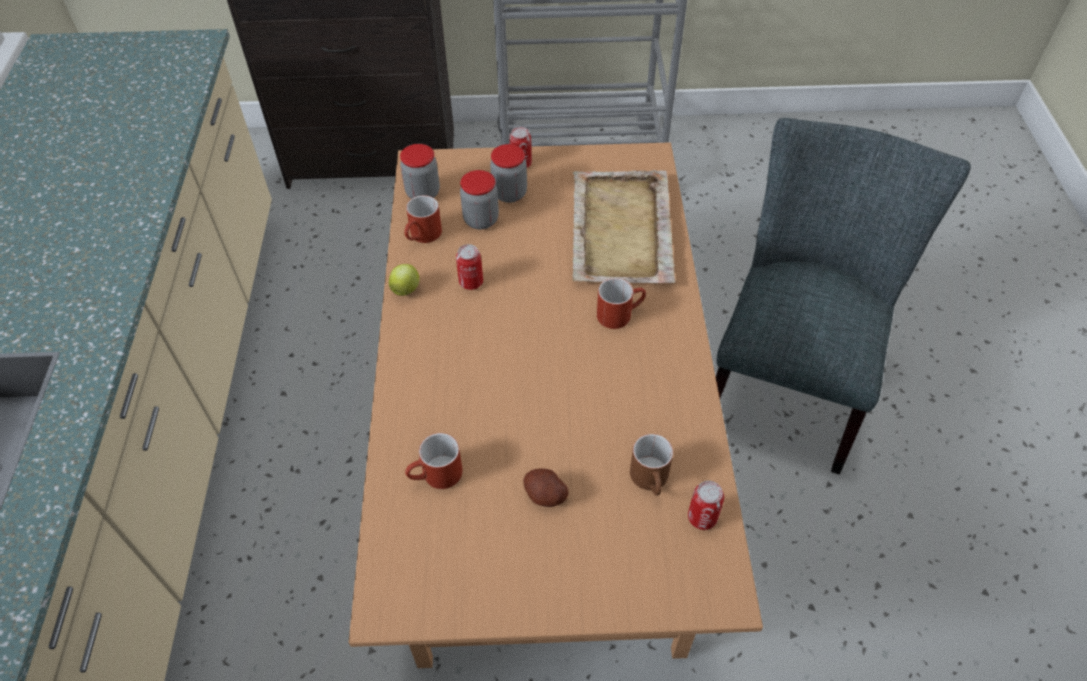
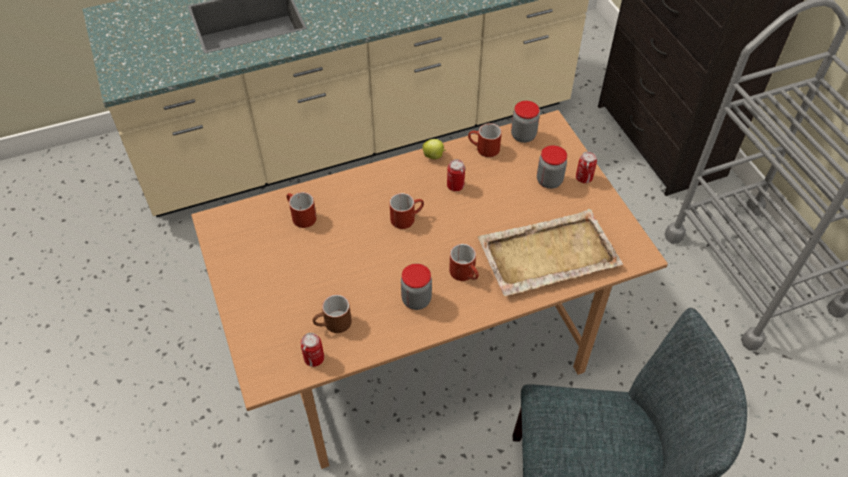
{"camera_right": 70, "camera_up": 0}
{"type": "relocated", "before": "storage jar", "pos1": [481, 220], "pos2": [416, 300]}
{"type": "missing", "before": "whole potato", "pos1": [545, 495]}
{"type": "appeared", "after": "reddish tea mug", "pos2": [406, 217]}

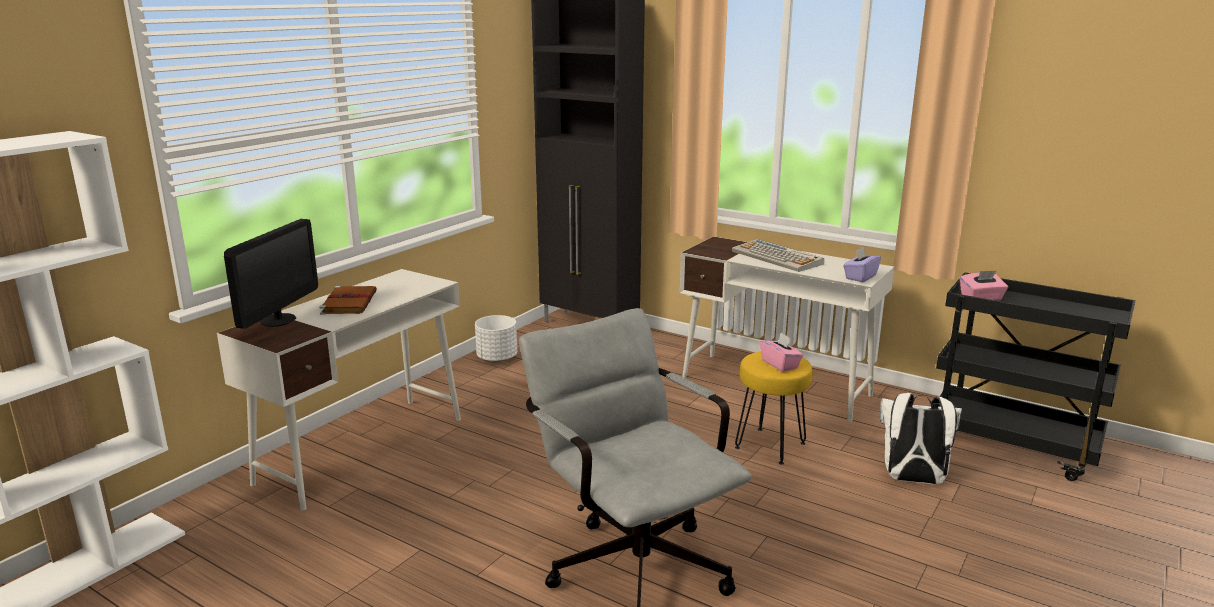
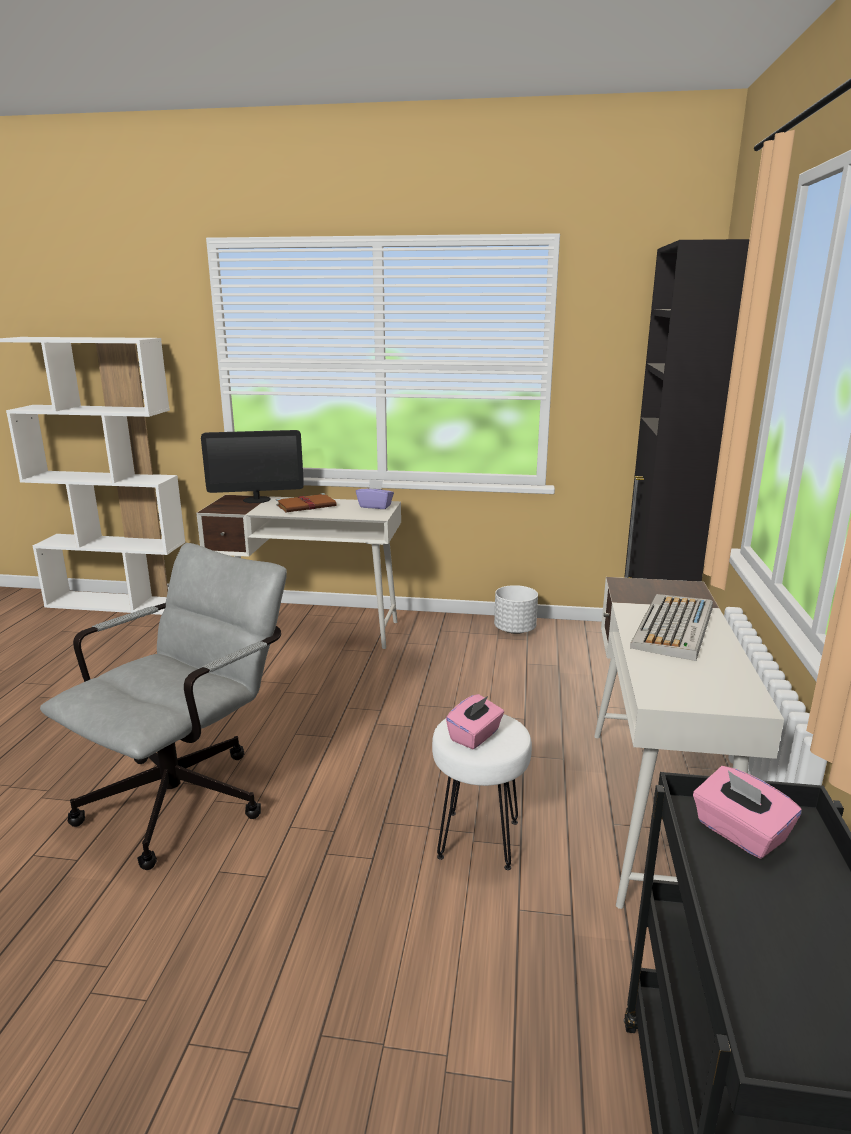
{"camera_right": 65, "camera_up": 0}
{"type": "colour", "before": "yellow stool seat", "after": "whitish stool seat", "pos1": [769, 445], "pos2": [478, 838]}
{"type": "relocated", "before": "purple-coloured box of tissues", "pos1": [860, 277], "pos2": [375, 506]}
{"type": "missing", "before": "whitish backpack", "pos1": [912, 480]}

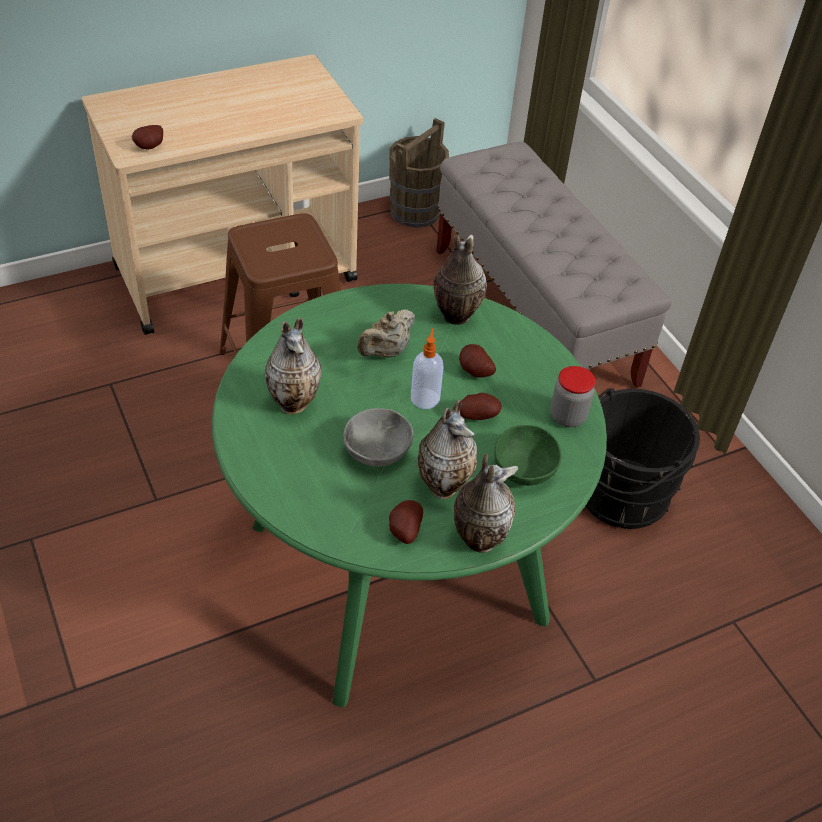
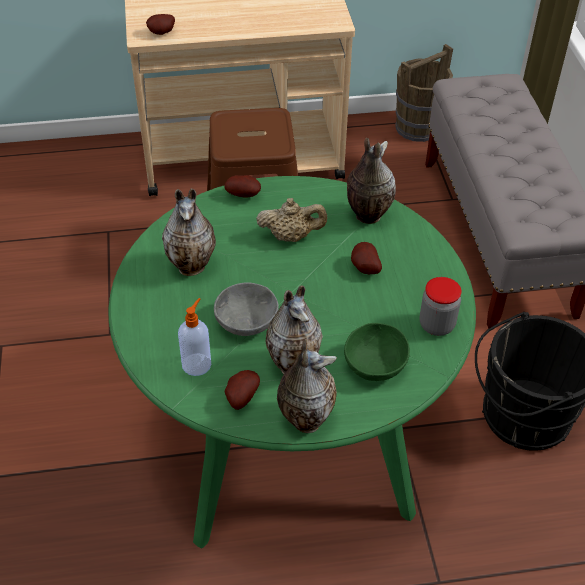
{"camera_right": 20, "camera_up": 0}
{"type": "spun", "before": "beige teapot", "pos1": [386, 352], "pos2": [291, 236], "turn": -150}
{"type": "relocated", "before": "soap bottle", "pos1": [425, 398], "pos2": [197, 363]}
{"type": "relocated", "before": "whole potato", "pos1": [478, 416], "pos2": [244, 195]}

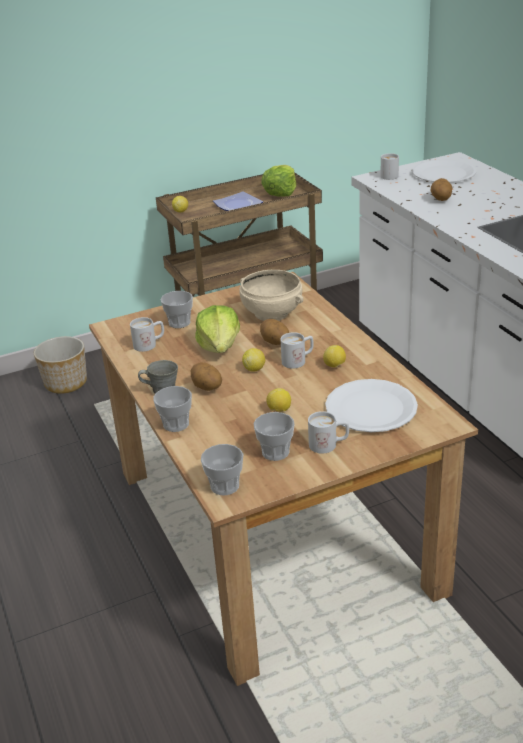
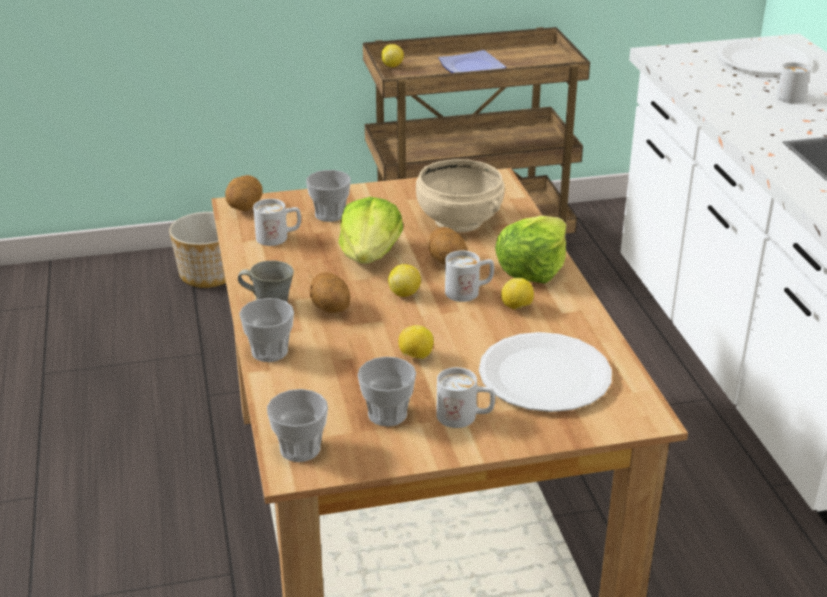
{"camera_right": 10, "camera_up": 0}
{"type": "relocated", "before": "lettuce head", "pos1": [280, 192], "pos2": [532, 269]}
{"type": "relocated", "before": "whitish tea mug", "pos1": [387, 175], "pos2": [788, 95]}
{"type": "relocated", "before": "whole potato", "pos1": [440, 199], "pos2": [244, 208]}

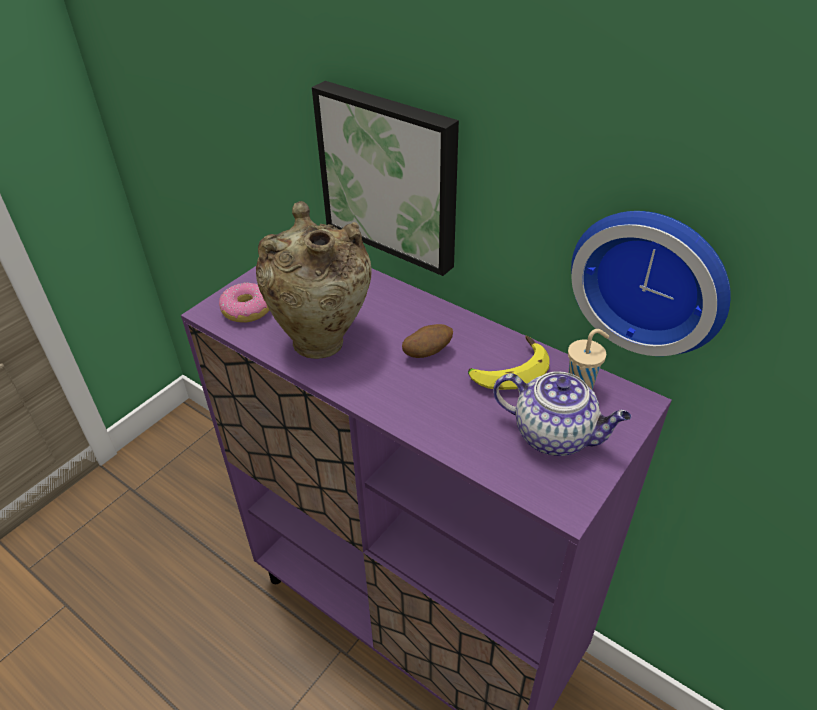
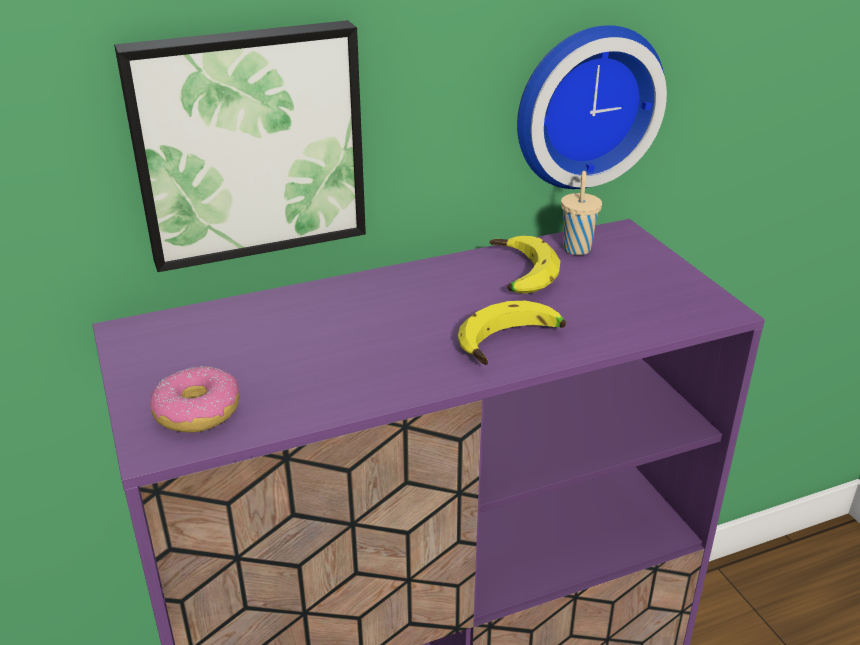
{"camera_right": -60, "camera_up": -10}
{"type": "missing", "before": "beige vase", "pos1": [322, 340]}
{"type": "missing", "before": "whole potato", "pos1": [427, 353]}
{"type": "missing", "before": "teapot", "pos1": [555, 435]}
{"type": "appeared", "after": "banana", "pos2": [513, 345]}

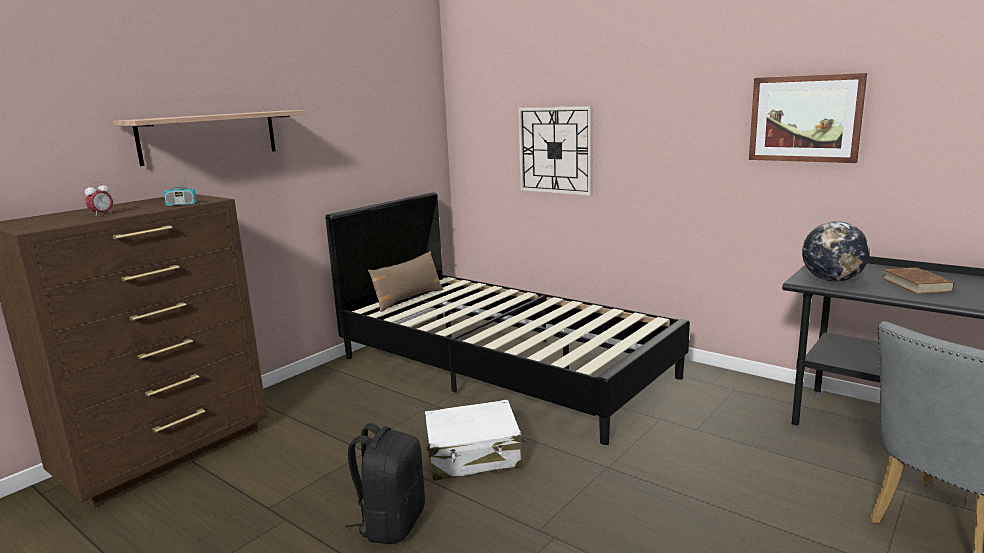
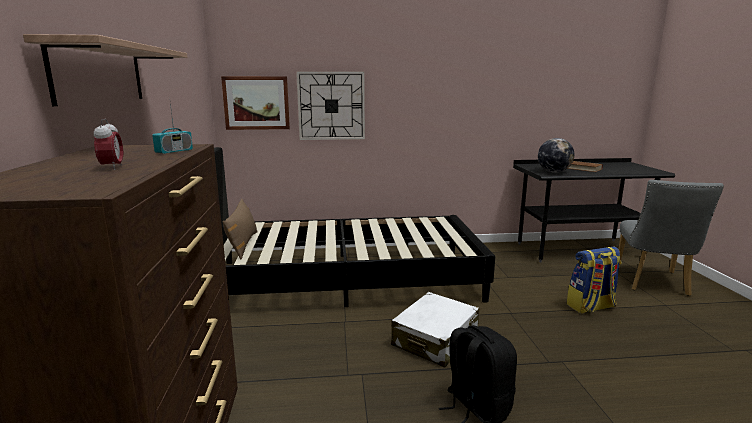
{"camera_right": -45, "camera_up": 0}
{"type": "relocated", "before": "picture", "pos1": [805, 118], "pos2": [256, 103]}
{"type": "appeared", "after": "backpack", "pos2": [591, 307]}

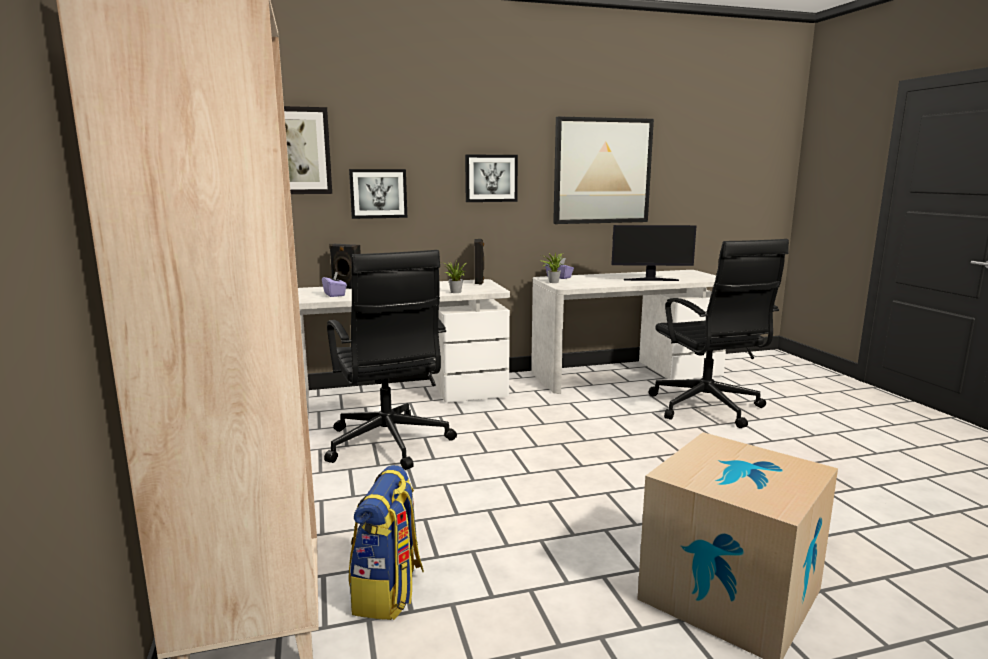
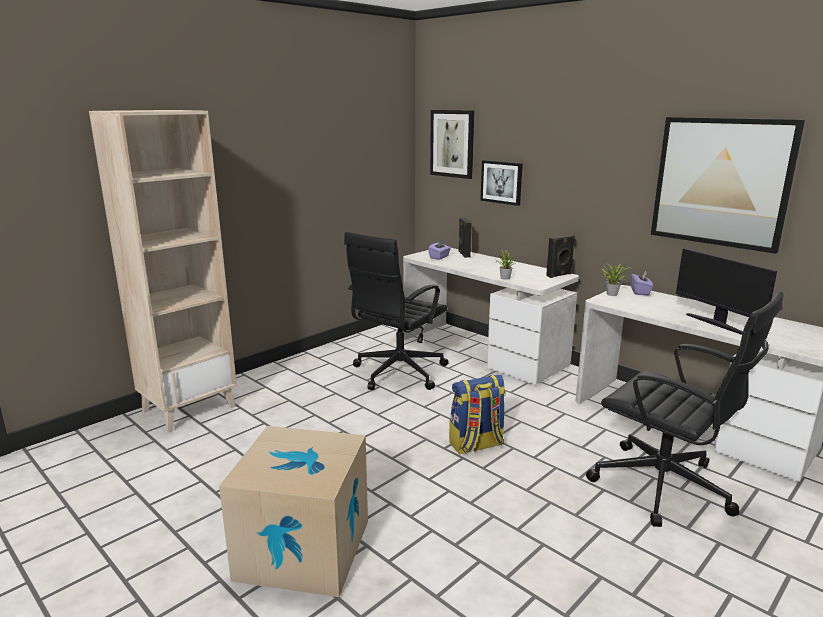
{"camera_right": 60, "camera_up": 5}
{"type": "relocated", "before": "backpack", "pos1": [388, 592], "pos2": [476, 445]}
{"type": "missing", "before": "picture", "pos1": [491, 178]}
{"type": "spun", "before": "black-coloured desk chair", "pos1": [707, 408], "pos2": [665, 487], "turn": -90}

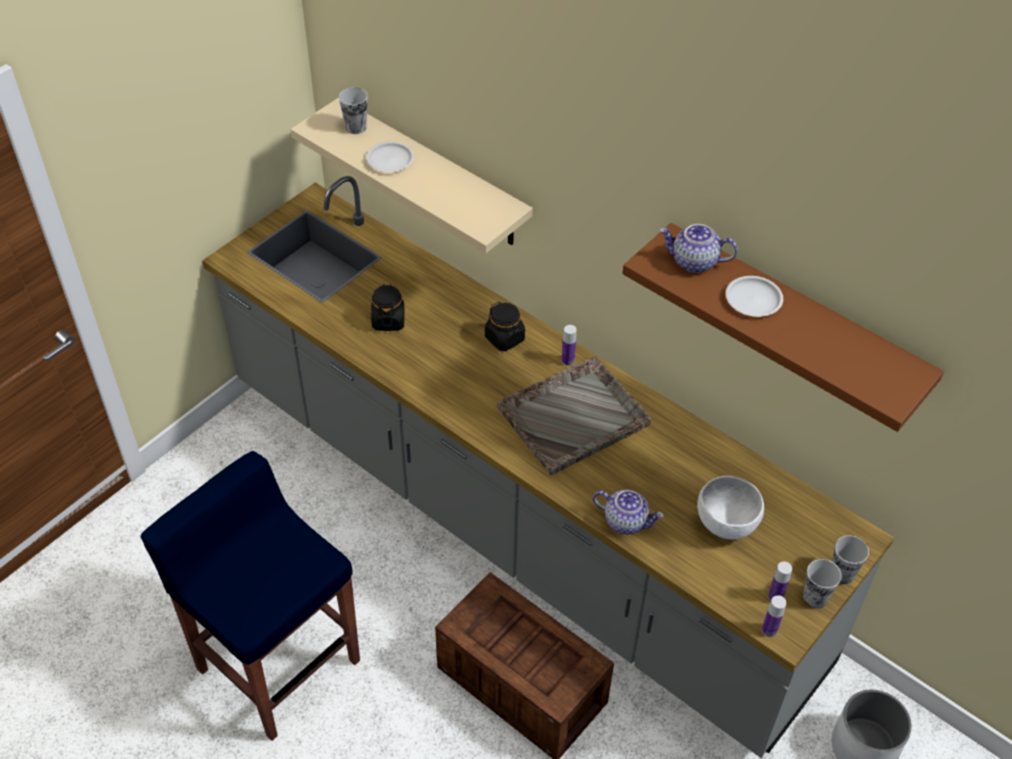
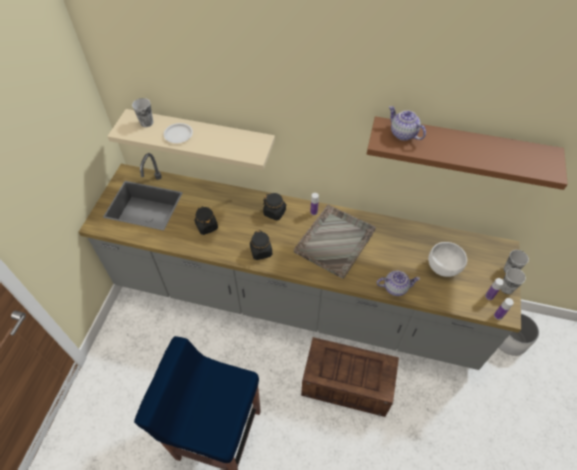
{"camera_right": -25, "camera_up": 5}
{"type": "spun", "before": "teapot", "pos1": [694, 262], "pos2": [403, 134], "turn": 60}
{"type": "missing", "before": "whitish plate", "pos1": [753, 299]}
{"type": "appeared", "after": "black-coloured storage jar", "pos2": [261, 251]}

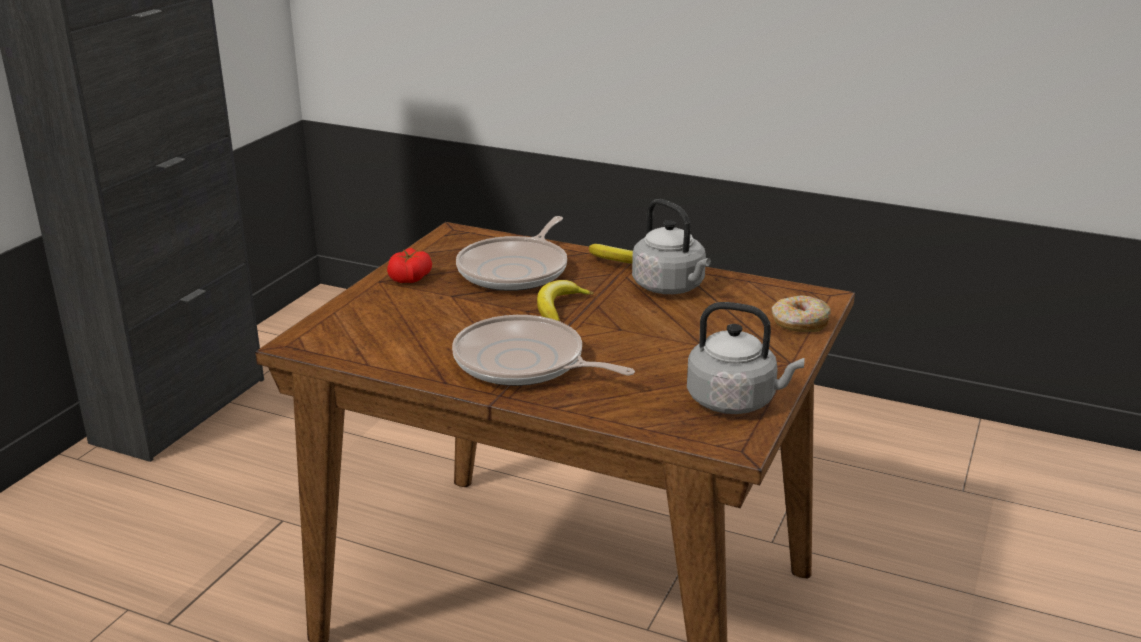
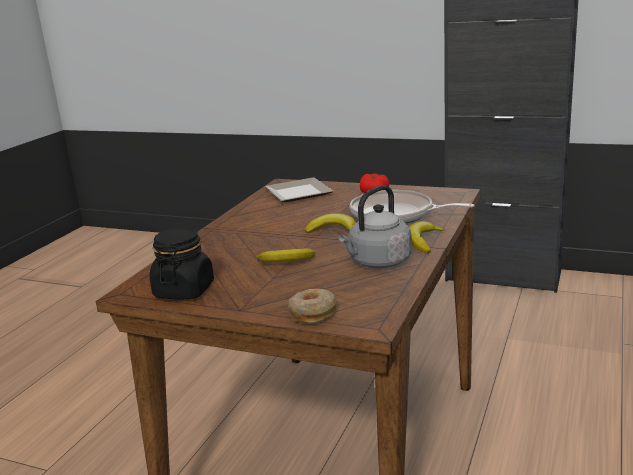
{"camera_right": 90, "camera_up": -5}
{"type": "missing", "before": "pan", "pos1": [524, 363]}
{"type": "exchanged", "before": "gray water kettle", "after": "black-coloured storage jar", "pos1": [735, 401], "pos2": [184, 290]}
{"type": "appeared", "after": "banana", "pos2": [286, 262]}
{"type": "appeared", "after": "plate", "pos2": [300, 192]}

